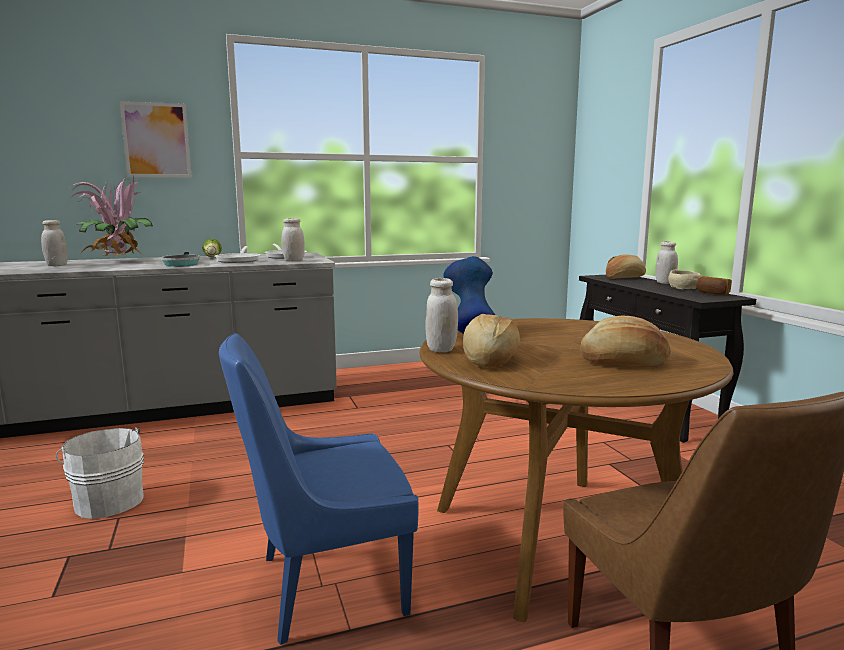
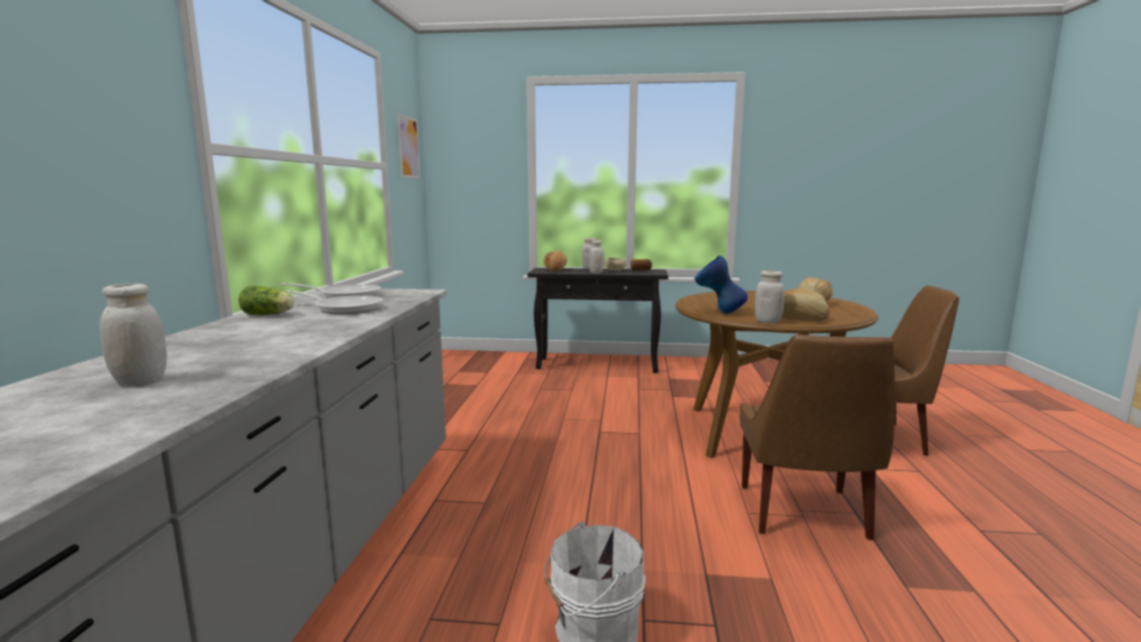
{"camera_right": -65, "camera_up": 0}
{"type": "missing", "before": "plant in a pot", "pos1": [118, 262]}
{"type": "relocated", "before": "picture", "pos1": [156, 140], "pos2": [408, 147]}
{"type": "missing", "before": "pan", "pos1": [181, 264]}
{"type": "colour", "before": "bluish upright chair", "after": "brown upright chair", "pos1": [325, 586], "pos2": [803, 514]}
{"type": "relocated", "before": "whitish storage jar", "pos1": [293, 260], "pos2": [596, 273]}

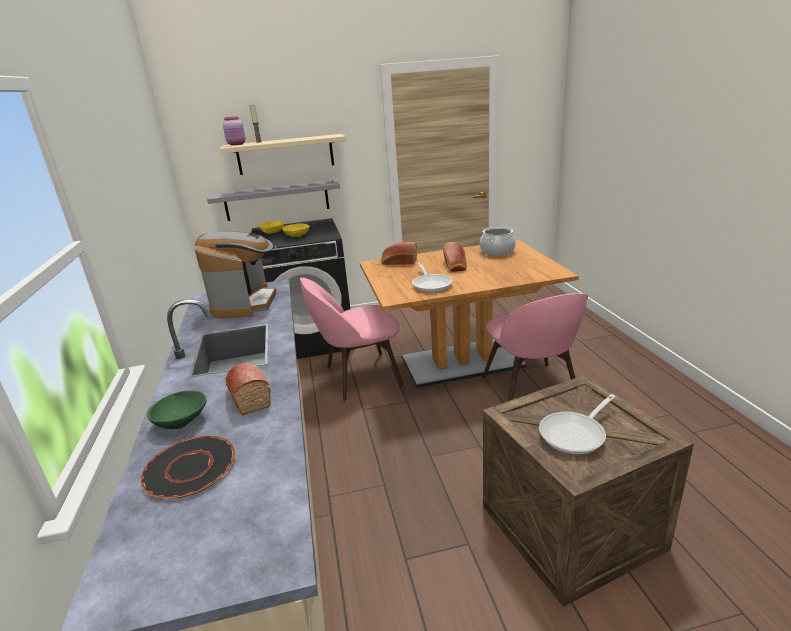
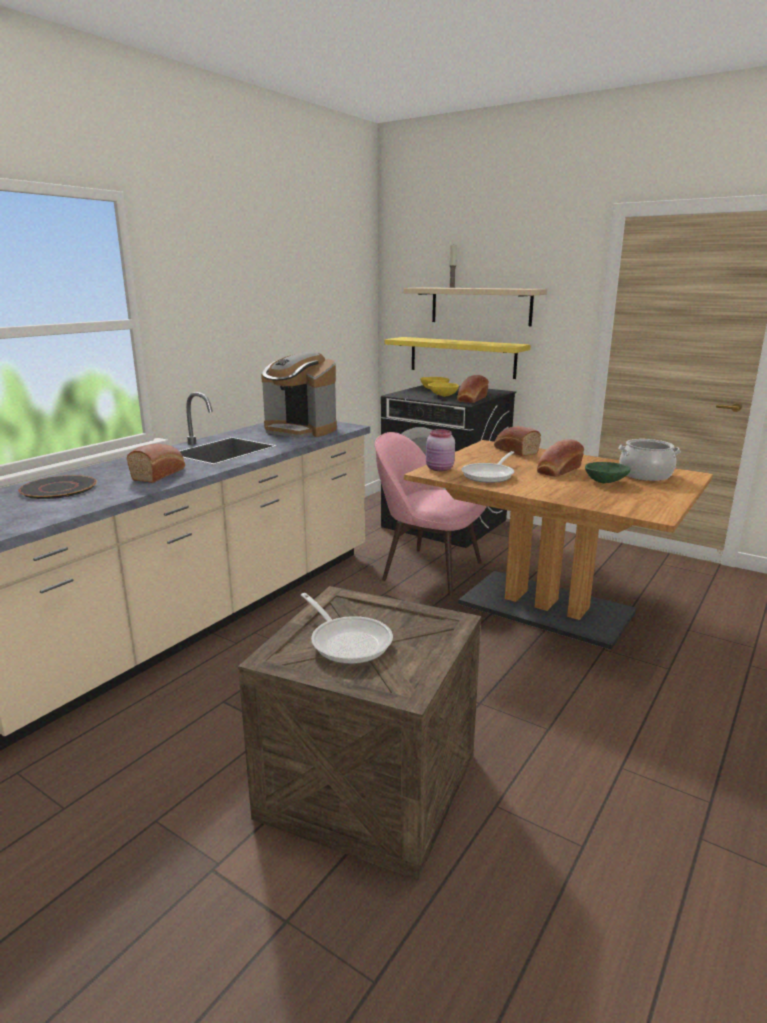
{"camera_right": 45, "camera_up": -5}
{"type": "relocated", "before": "greenish bowl", "pos1": [183, 421], "pos2": [606, 482]}
{"type": "spun", "before": "coffee brewer", "pos1": [245, 303], "pos2": [300, 430], "turn": 75}
{"type": "colour", "before": "gray bracket shelf", "after": "yellow bracket shelf", "pos1": [277, 200], "pos2": [462, 357]}
{"type": "relocated", "before": "pink storage jar", "pos1": [237, 144], "pos2": [440, 469]}
{"type": "missing", "before": "pink upright chair", "pos1": [530, 389]}
{"type": "spun", "before": "pan", "pos1": [576, 434], "pos2": [348, 641], "turn": -135}
{"type": "appeared", "after": "bread", "pos2": [471, 399]}

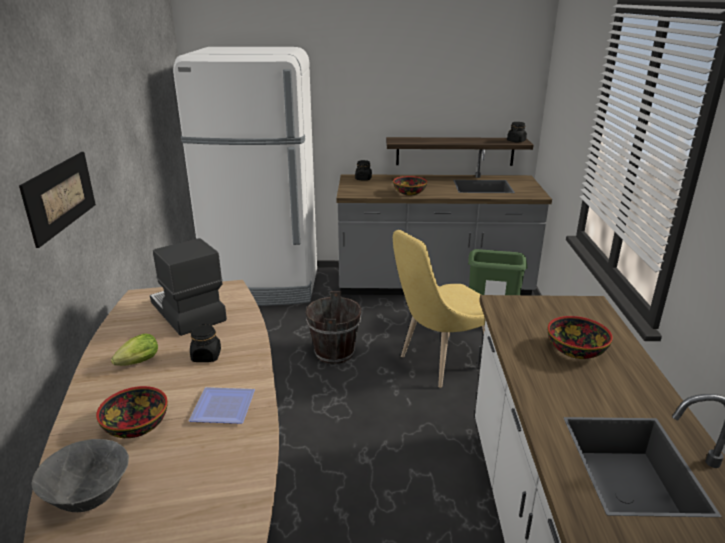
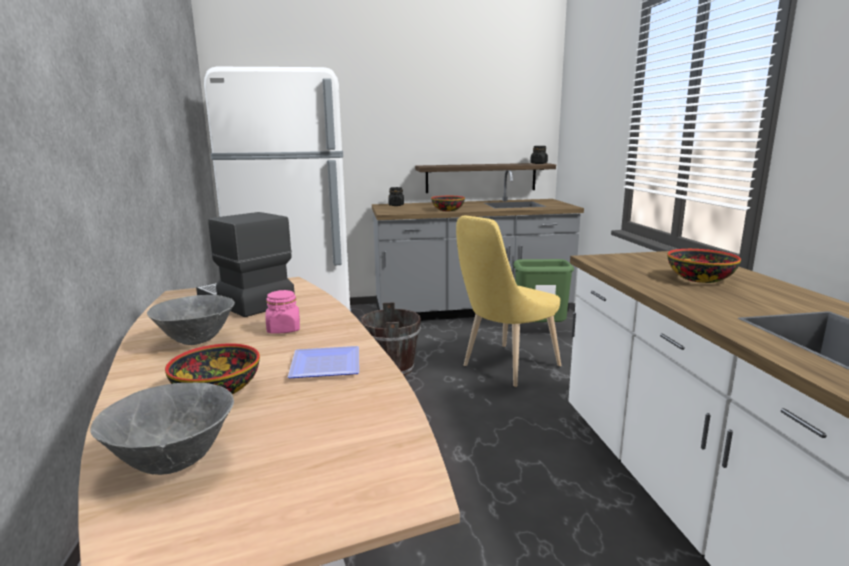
{"camera_right": -10, "camera_up": -10}
{"type": "missing", "before": "picture", "pos1": [60, 196]}
{"type": "exchanged", "before": "lettuce head", "after": "gray bowl", "pos1": [136, 363], "pos2": [197, 341]}
{"type": "colour", "before": "black-coloured storage jar", "after": "pink storage jar", "pos1": [206, 356], "pos2": [284, 329]}

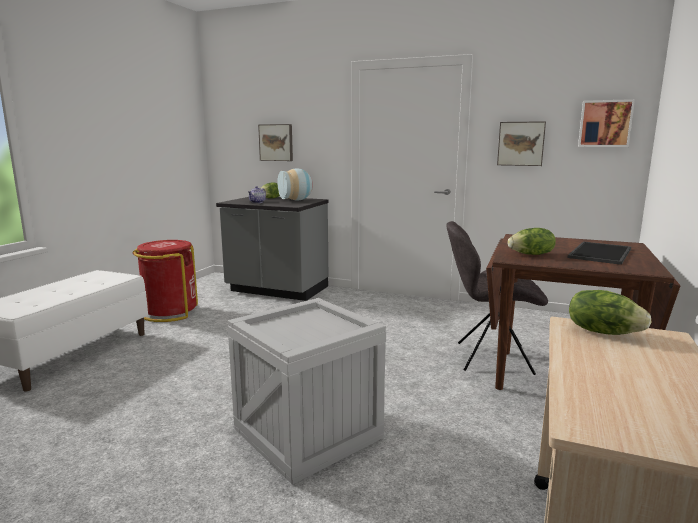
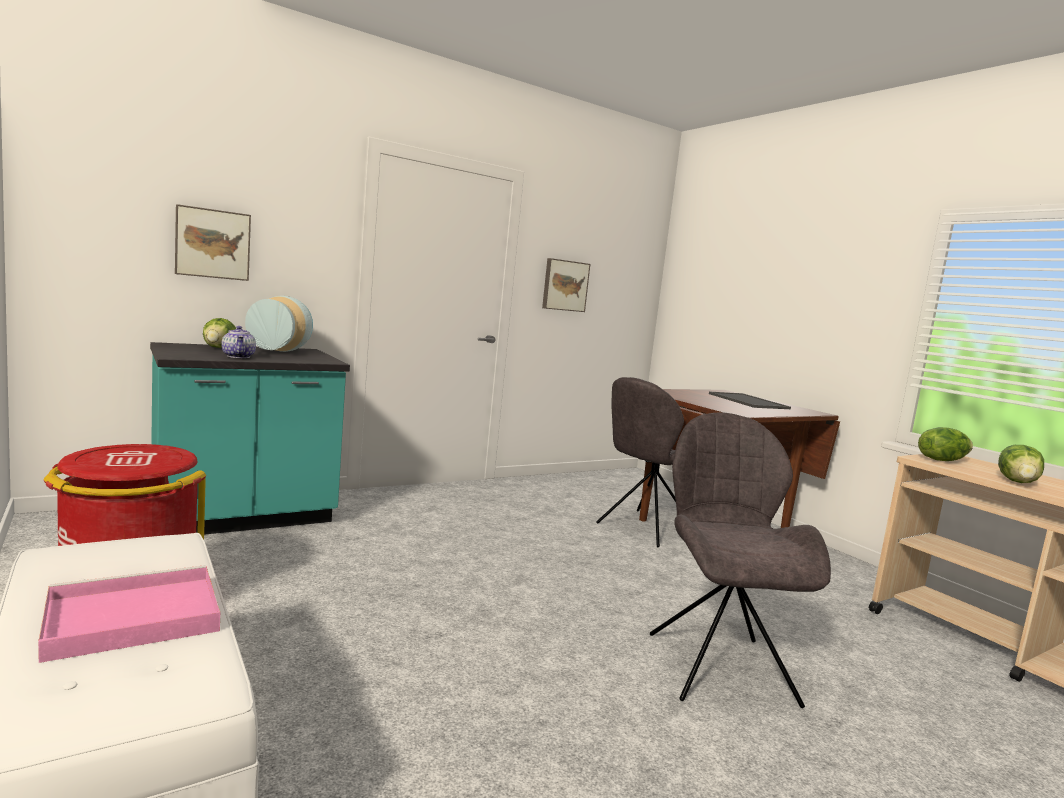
{"camera_right": -55, "camera_up": -5}
{"type": "colour", "before": "gray counter", "after": "blue-green counter", "pos1": [277, 290], "pos2": [243, 517]}
{"type": "exchanged", "before": "shipping crate", "after": "gray upright chair", "pos1": [309, 433], "pos2": [718, 665]}
{"type": "relocated", "before": "lettuce head", "pos1": [531, 254], "pos2": [1018, 482]}
{"type": "missing", "before": "picture", "pos1": [605, 123]}
{"type": "appeared", "after": "pink carrying tray", "pos2": [129, 618]}

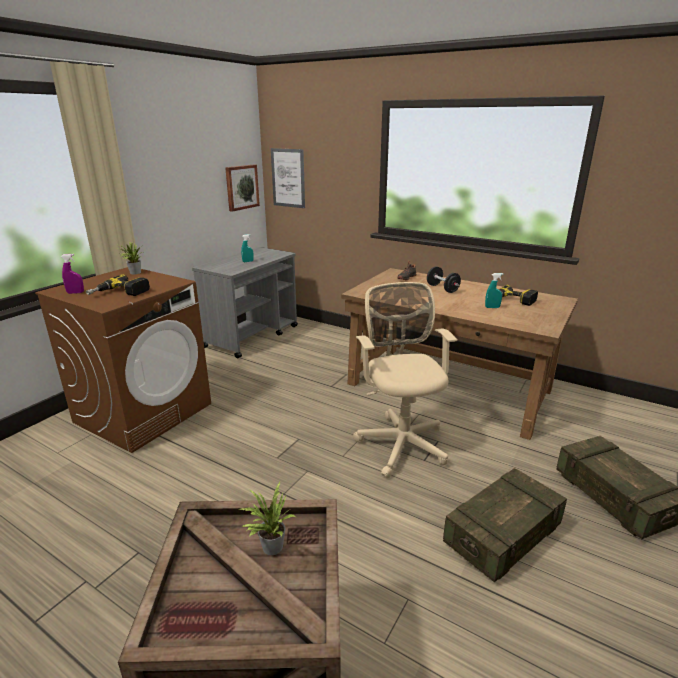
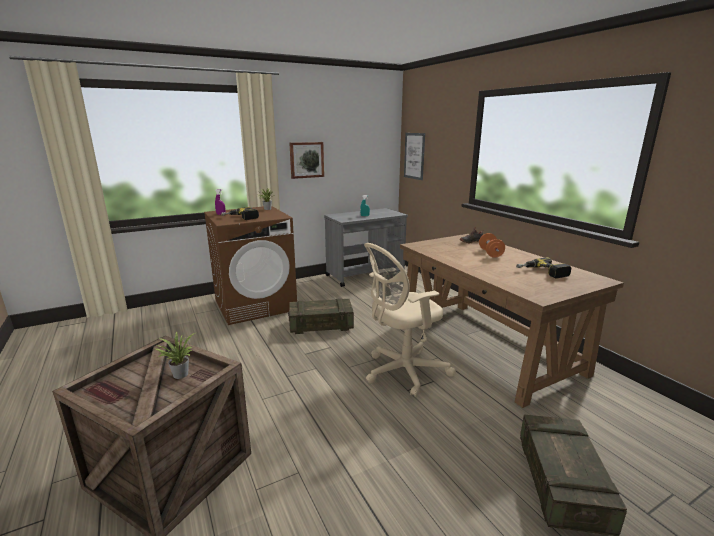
{"camera_right": 30, "camera_up": -5}
{"type": "relocated", "before": "picture", "pos1": [241, 187], "pos2": [306, 160]}
{"type": "spun", "before": "beige desk chair", "pos1": [401, 442], "pos2": [402, 372], "turn": -135}
{"type": "colour", "before": "black-coloured dumbbell", "after": "orange dumbbell", "pos1": [442, 289], "pos2": [490, 253]}
{"type": "relocated", "before": "shipping crate", "pos1": [502, 536], "pos2": [321, 325]}
{"type": "missing", "before": "blue-green hand sprayer", "pos1": [492, 307]}

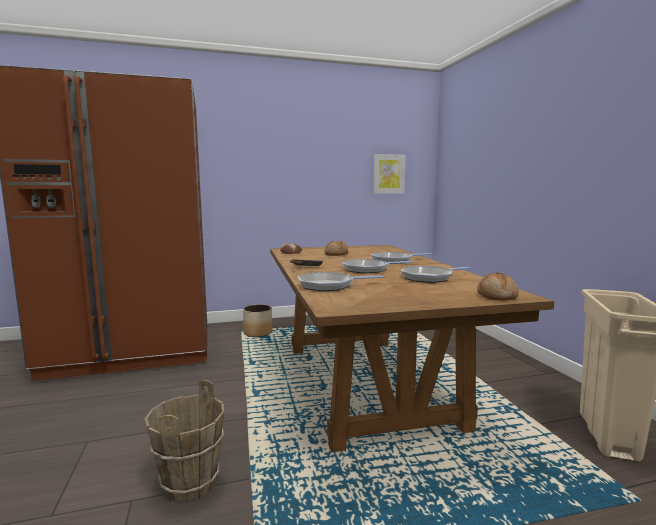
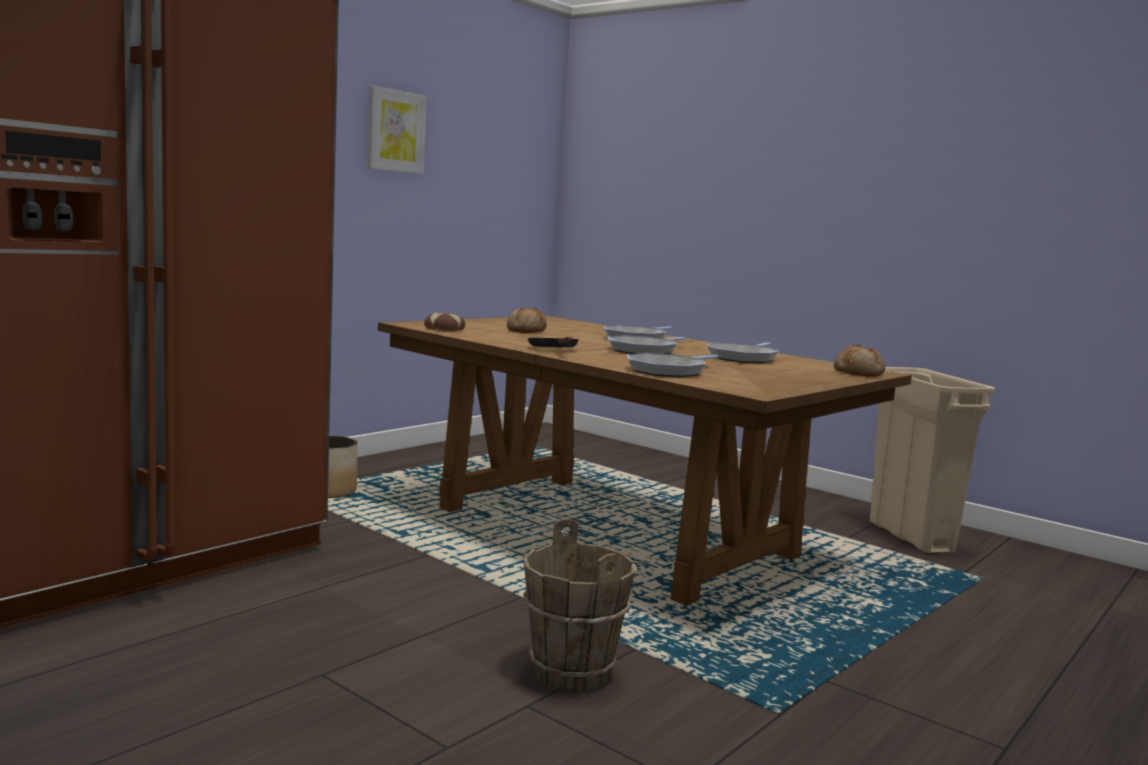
{"camera_right": -35, "camera_up": 0}
{"type": "relocated", "before": "picture", "pos1": [388, 174], "pos2": [395, 131]}

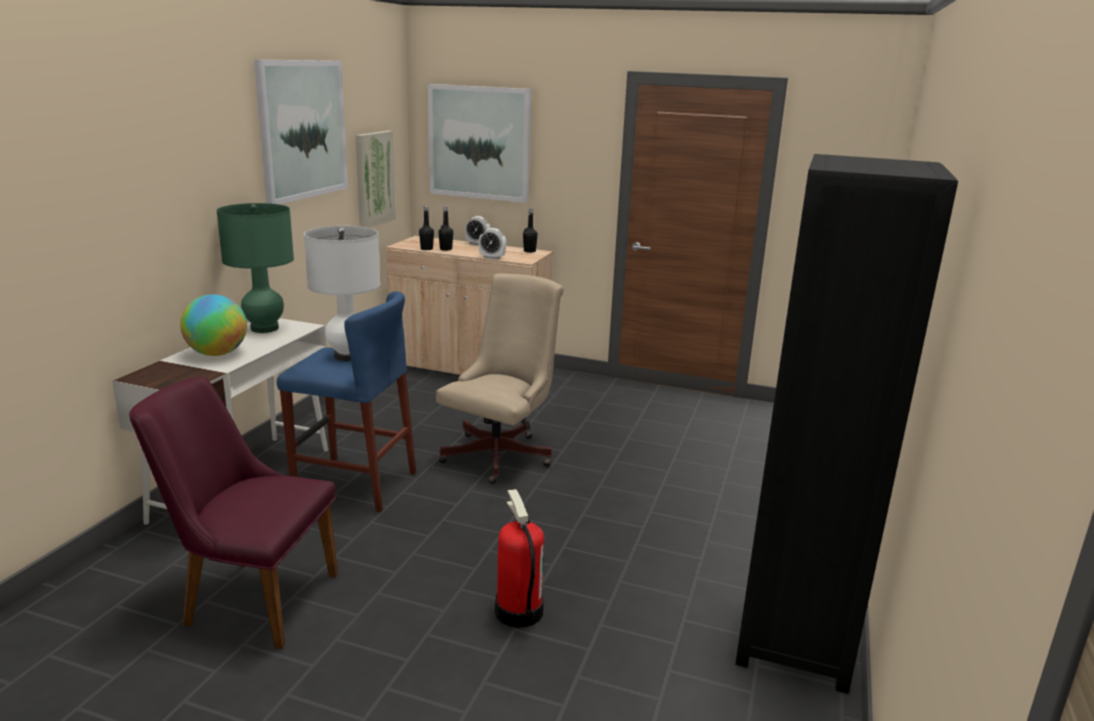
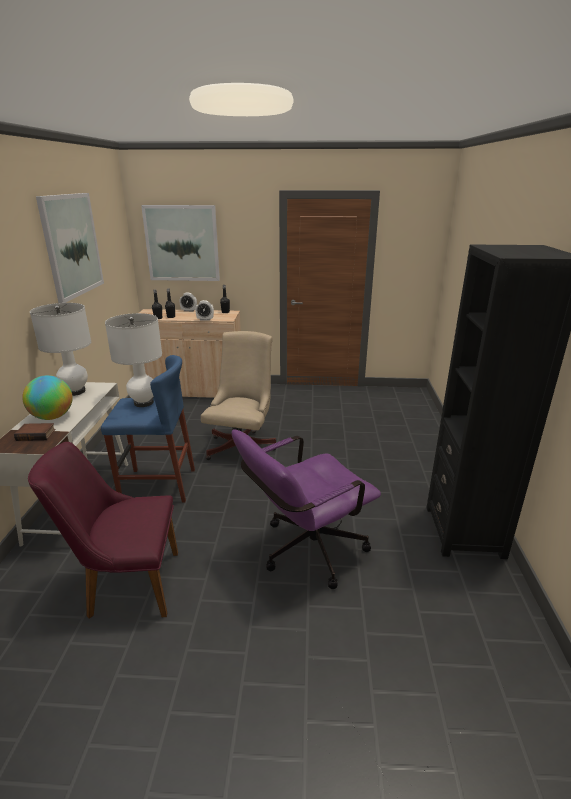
{"camera_right": -15, "camera_up": 5}
{"type": "colour", "before": "greenish lamp for a table", "after": "whitish lamp for a table", "pos1": [264, 328], "pos2": [75, 391]}
{"type": "missing", "before": "picture", "pos1": [374, 178]}
{"type": "exchanged", "before": "fire extinguisher", "after": "purple-coloured desk chair", "pos1": [518, 611], "pos2": [305, 551]}
{"type": "appeared", "after": "volume", "pos2": [37, 434]}

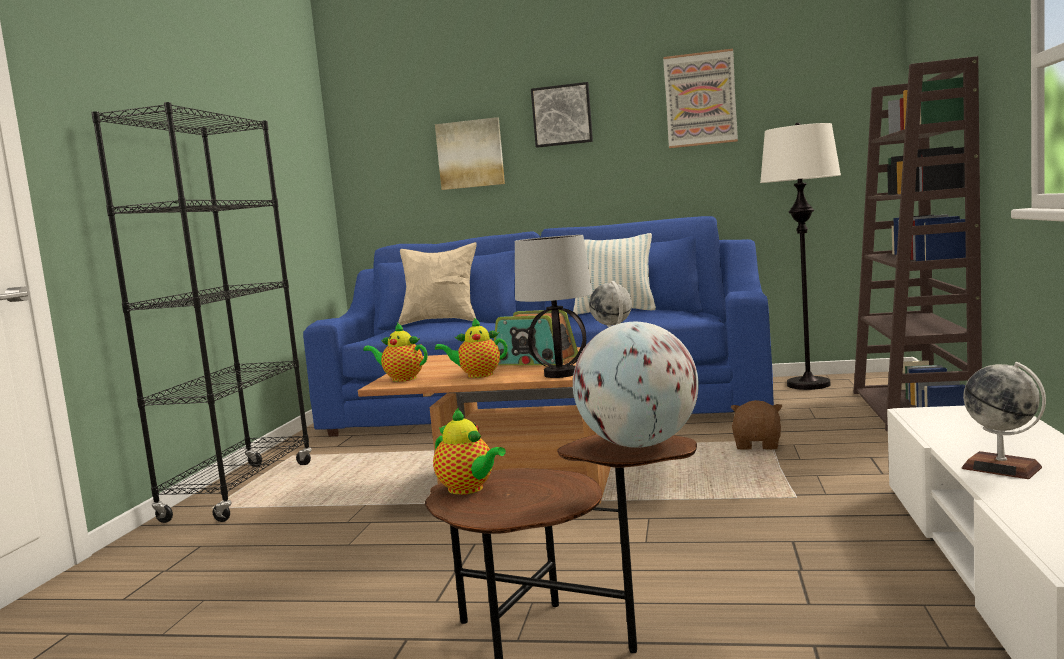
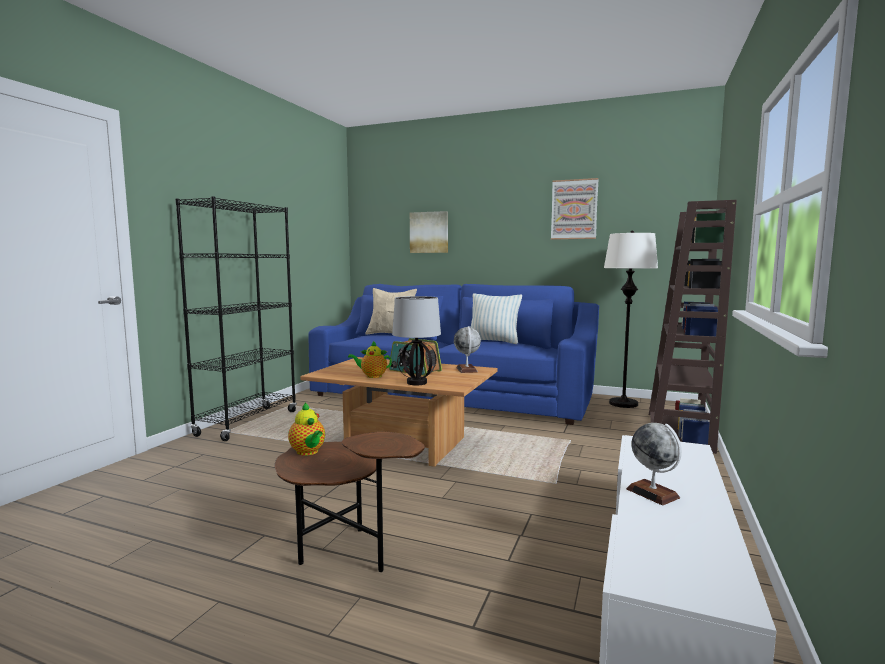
{"camera_right": 10, "camera_up": 0}
{"type": "missing", "before": "teapot", "pos1": [401, 379]}
{"type": "missing", "before": "picture", "pos1": [562, 115]}
{"type": "missing", "before": "world globe", "pos1": [639, 445]}
{"type": "missing", "before": "brown cuddly toy", "pos1": [758, 445]}

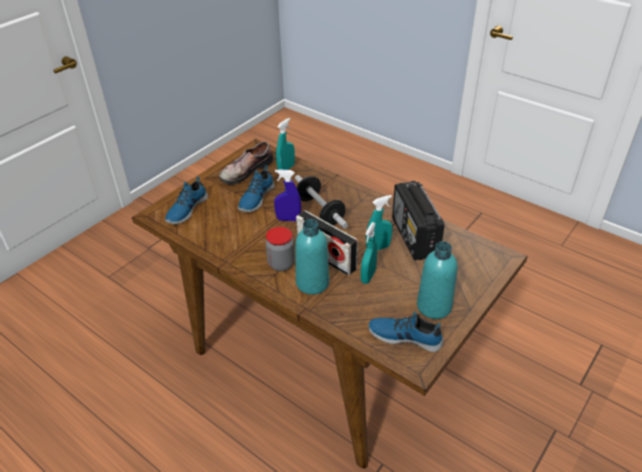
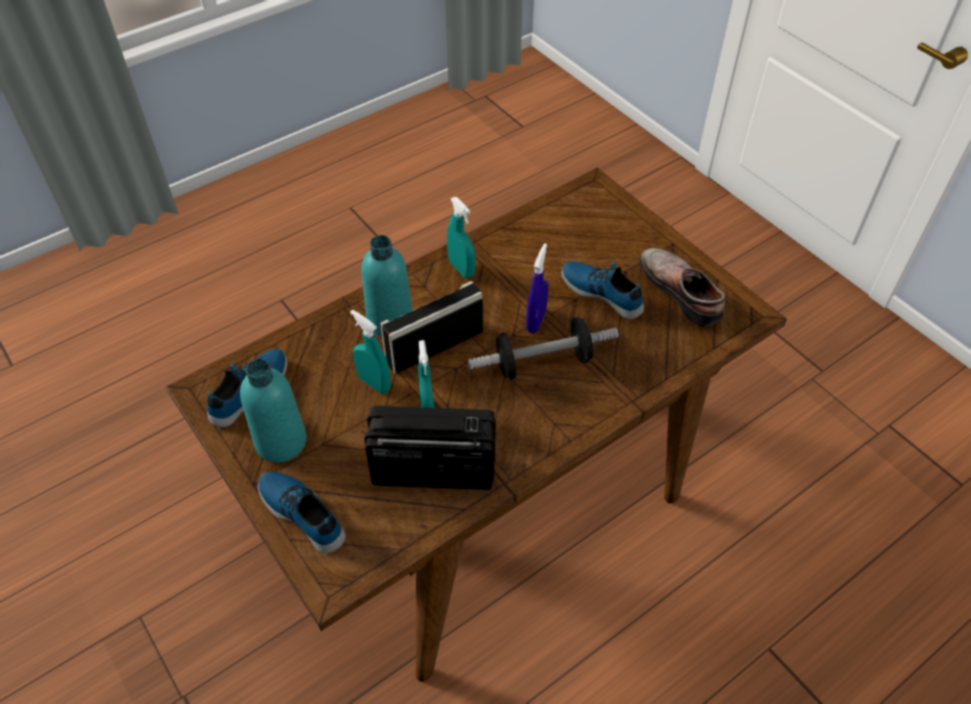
{"camera_right": 105, "camera_up": 10}
{"type": "relocated", "before": "shoe", "pos1": [186, 209], "pos2": [303, 512]}
{"type": "missing", "before": "storage jar", "pos1": [281, 264]}
{"type": "relocated", "before": "blue-green hand sprayer", "pos1": [286, 168], "pos2": [461, 269]}

